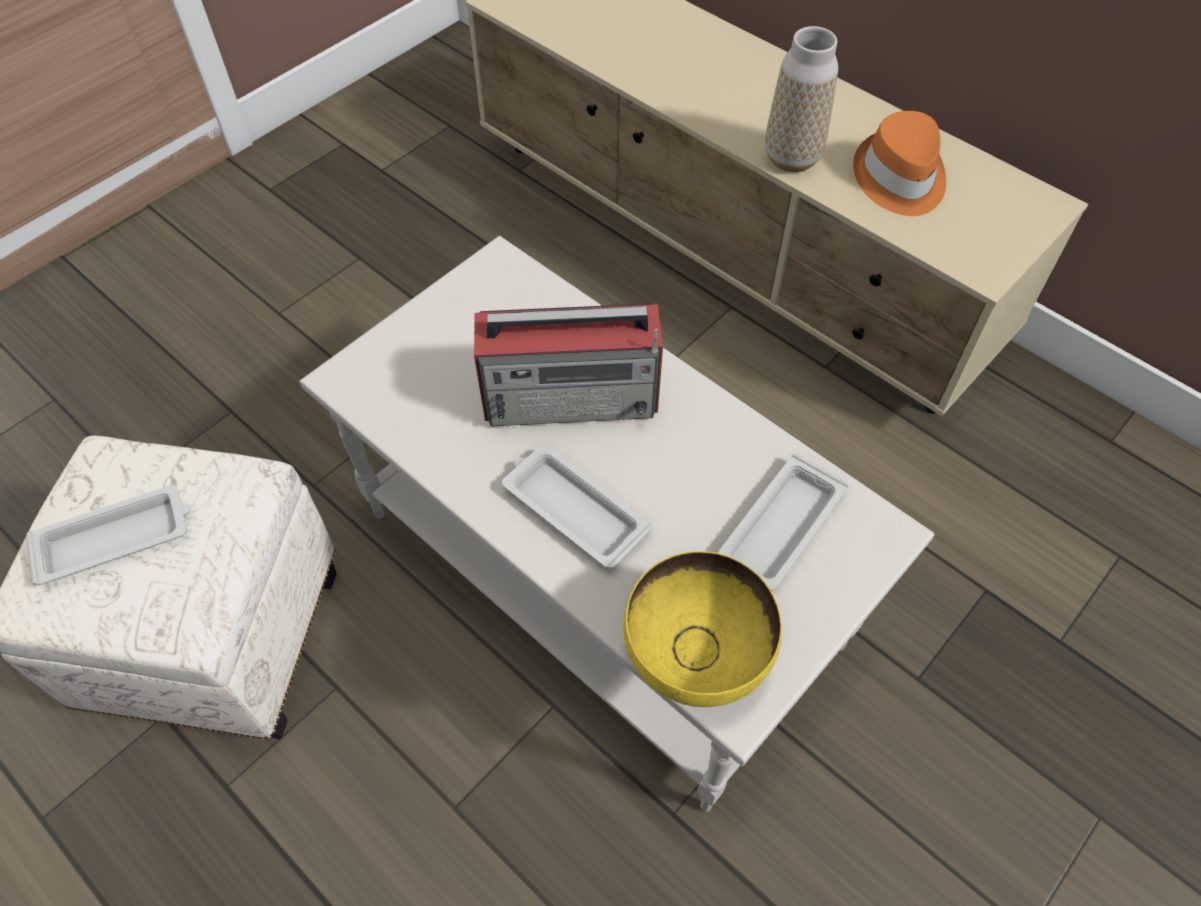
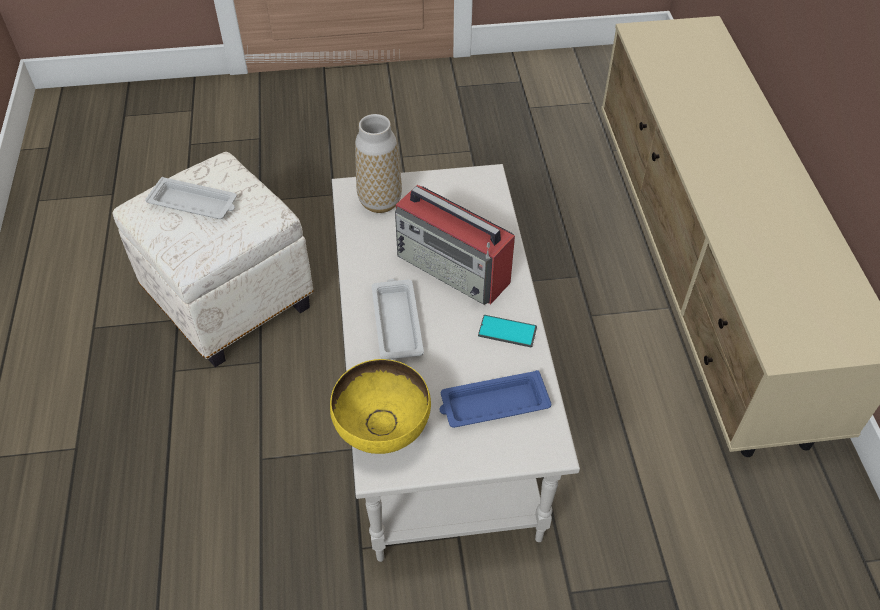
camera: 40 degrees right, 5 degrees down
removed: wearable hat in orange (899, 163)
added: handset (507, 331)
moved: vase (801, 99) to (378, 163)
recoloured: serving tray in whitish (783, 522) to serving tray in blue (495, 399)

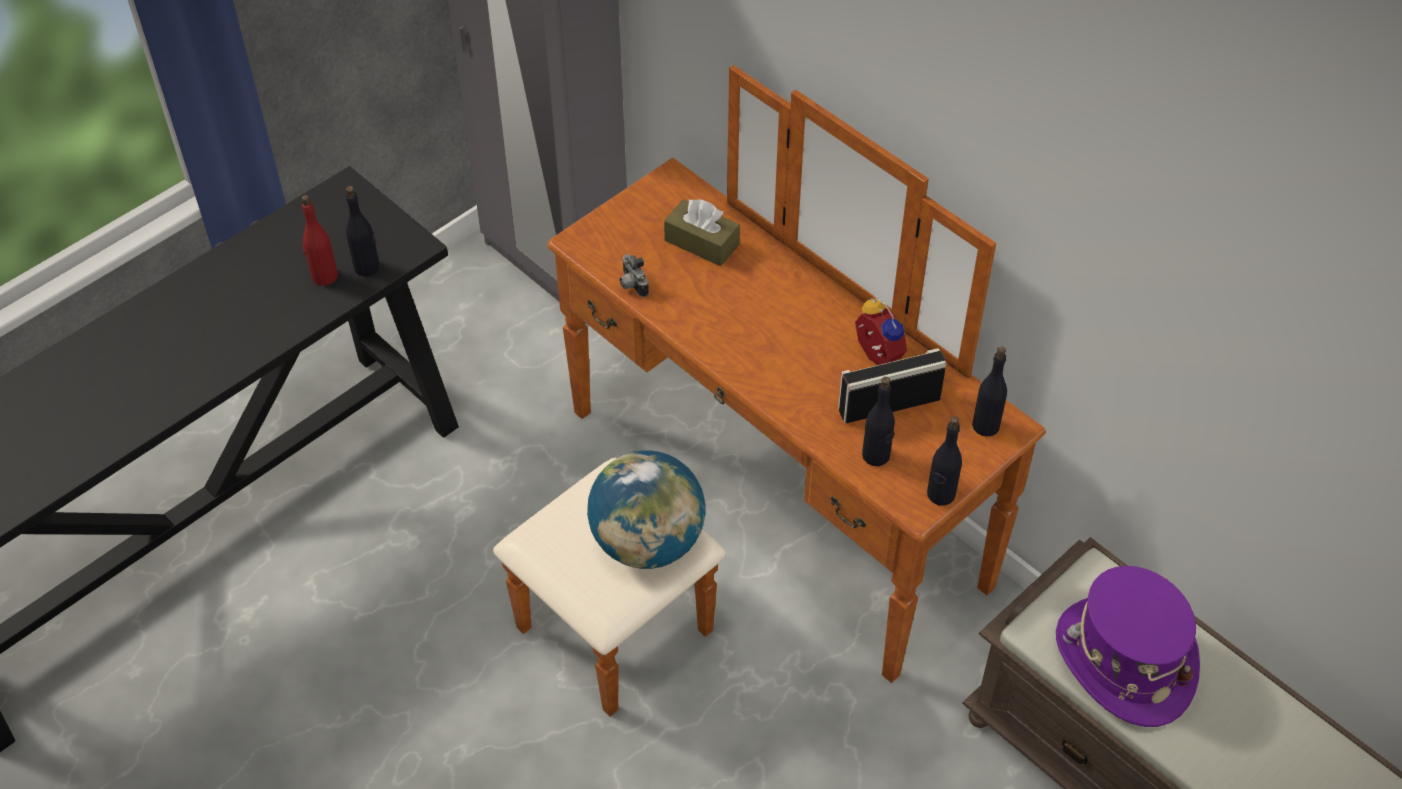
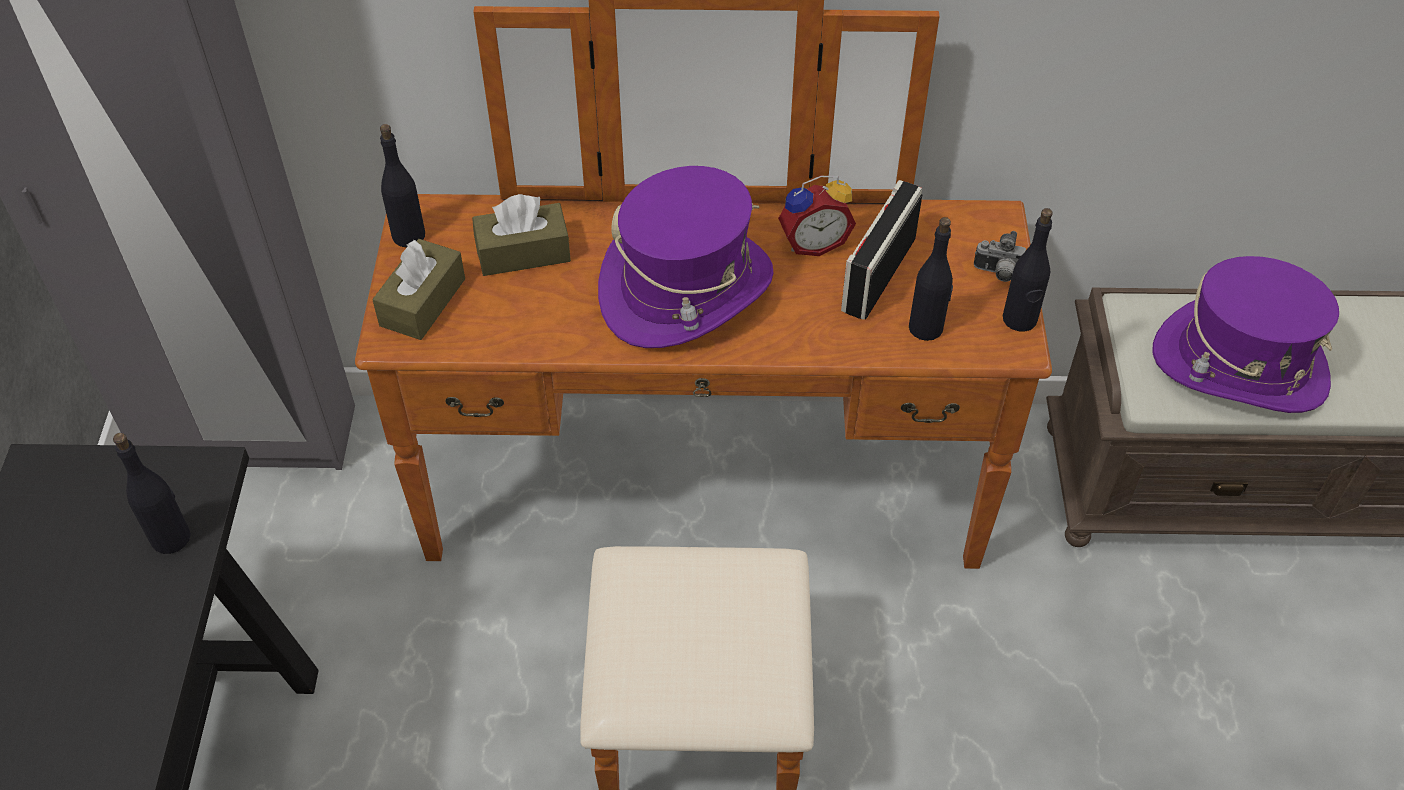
camera: 45 degrees left, 0 degrees up
removed: drink bottle in red-coloured (320, 240); world globe (646, 509)
added: wearable hat in purplish (685, 257); tissue holder in brown (418, 289)
moved: photo camera (634, 275) to (1000, 256); drink bottle in black-coloured (989, 391) to (402, 185)
turned: alarm clock (881, 331) = (817, 216) 150 degrees clockwise

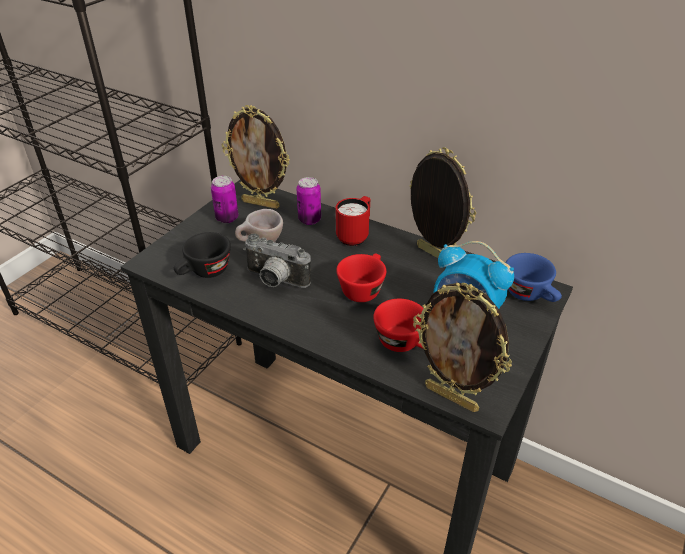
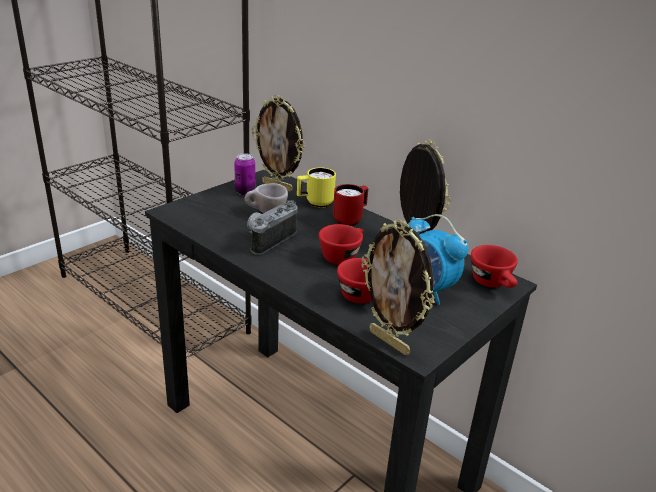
camera: 10 degrees right, 10 degrees down
removed: cup in black-coloured (202, 255)
replaced: can (308, 201) to tea mug in yellow (316, 187)
recoloured: cup in blue (534, 277) to cup in red-coloured (494, 266)
turned: photo camera (277, 260) = (272, 227) 90 degrees clockwise

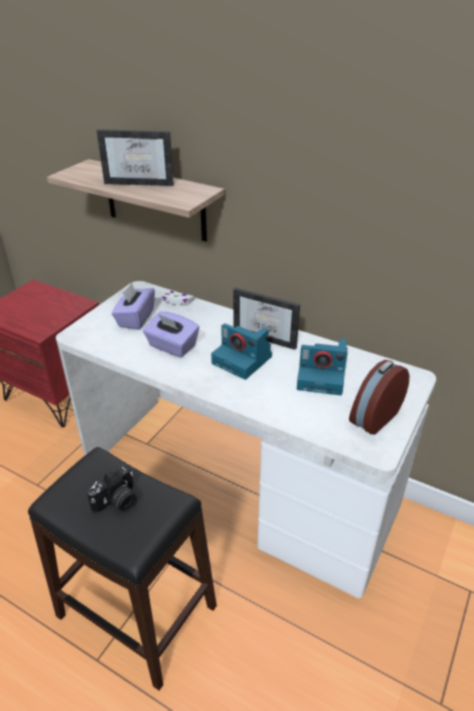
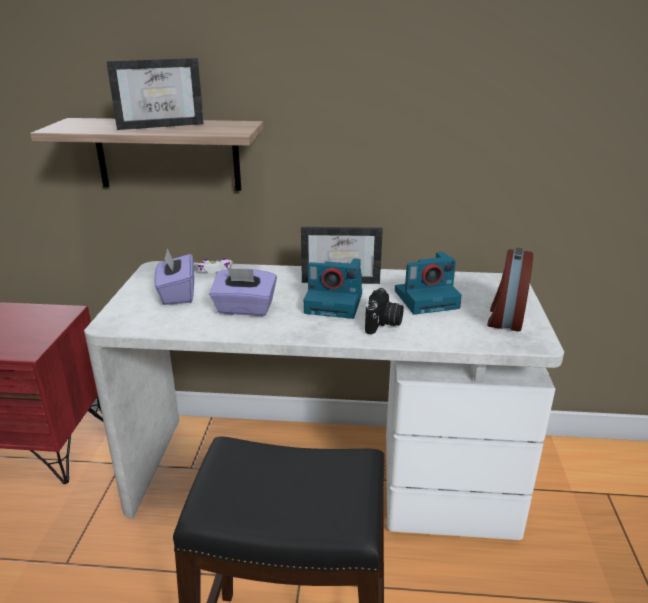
camera: 25 degrees left, 10 degrees down
moved: photo camera (112, 489) to (384, 311)

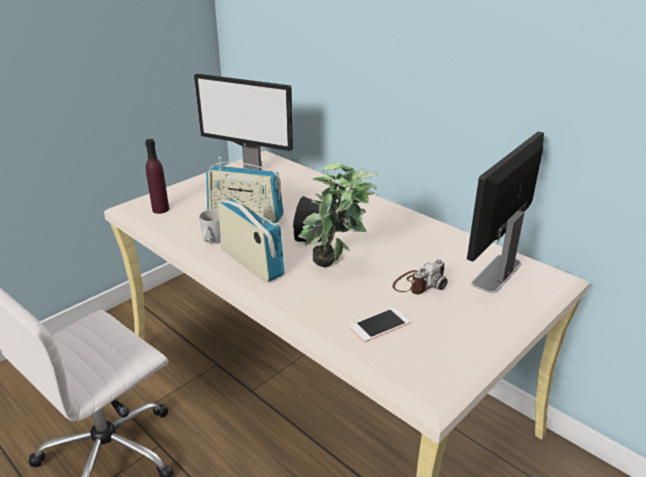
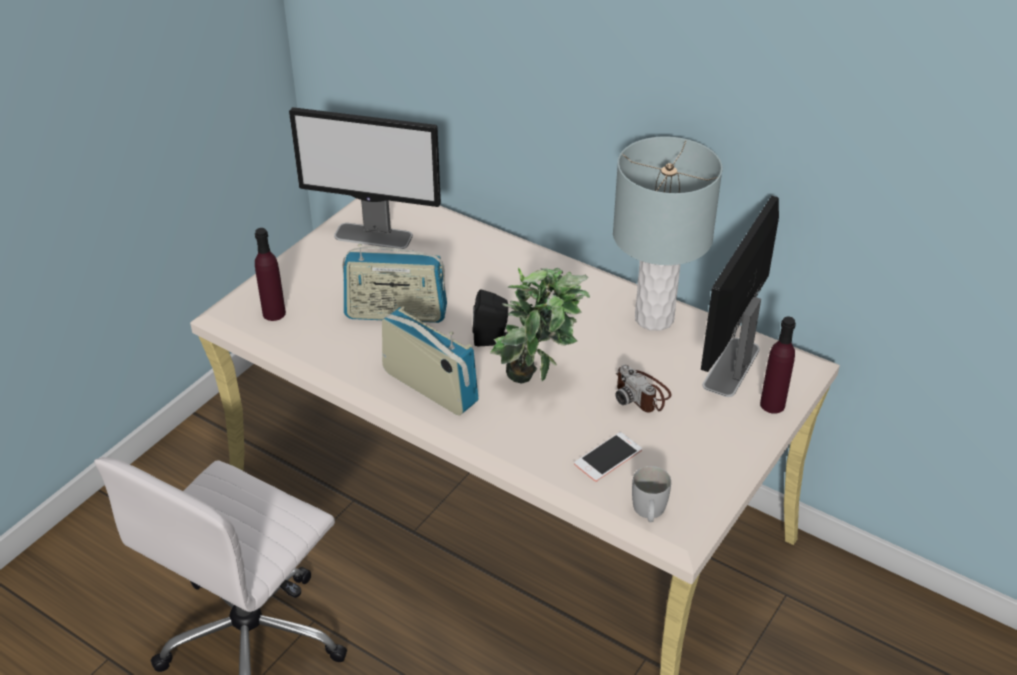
camera: 10 degrees left, 10 degrees up
added: lamp for a table in gray (668, 233); drink bottle in purplish (778, 365)
moved: tea mug in whitish (209, 226) to (651, 494)
turned: photo camera (420, 277) = (644, 388) 105 degrees clockwise

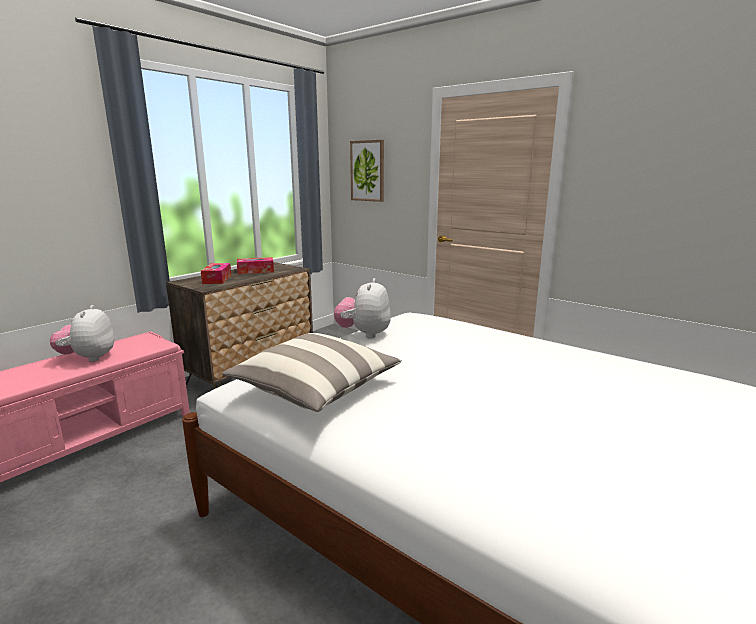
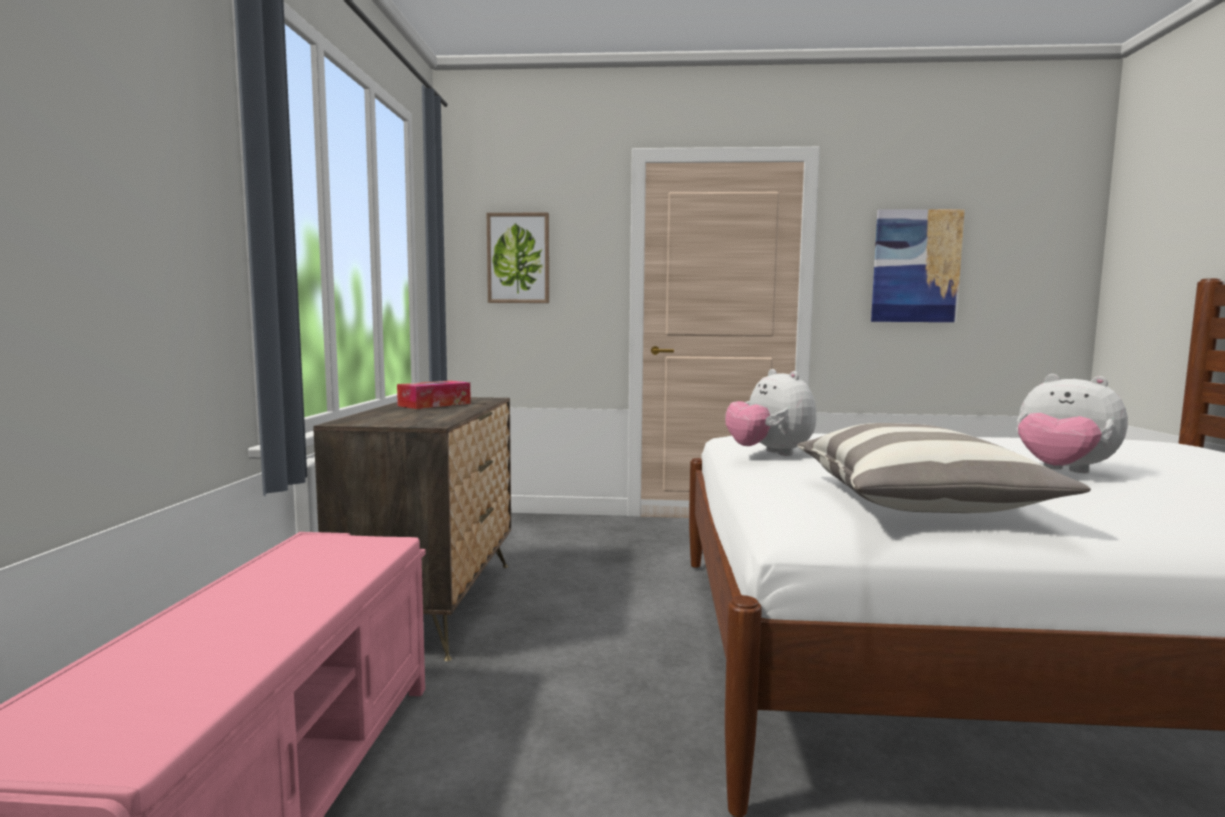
camera: 35 degrees left, 10 degrees down
removed: tissue holder (216, 273)
added: picture (918, 265)
moved: plush toy (81, 333) to (1072, 423)

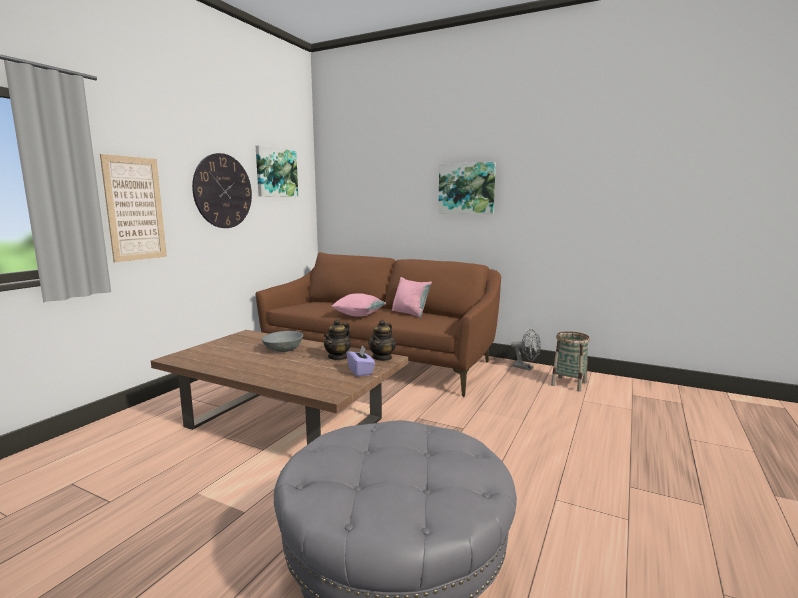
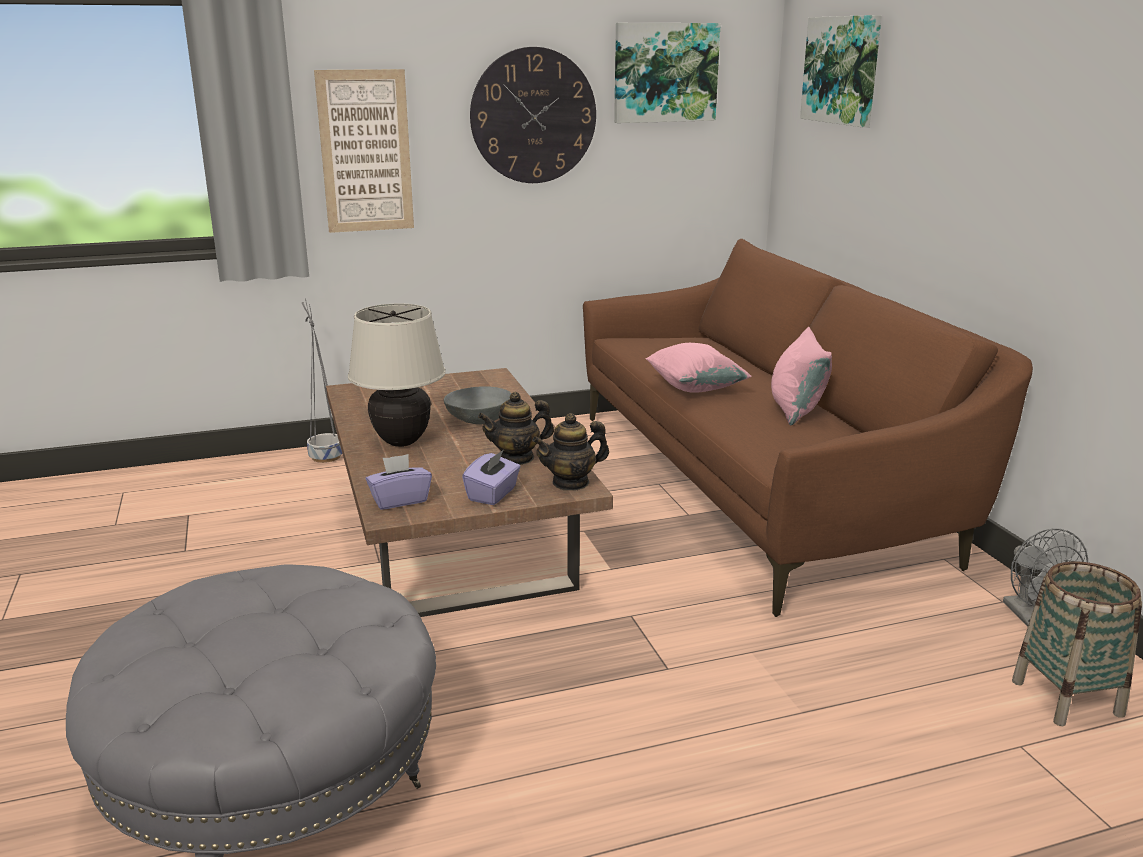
camera: 45 degrees right, 10 degrees up
added: planter in gray (322, 381); lamp for a table in sand-coloured (397, 375); tissue holder in purplish (399, 482)
moved: picture (467, 188) to (841, 71)

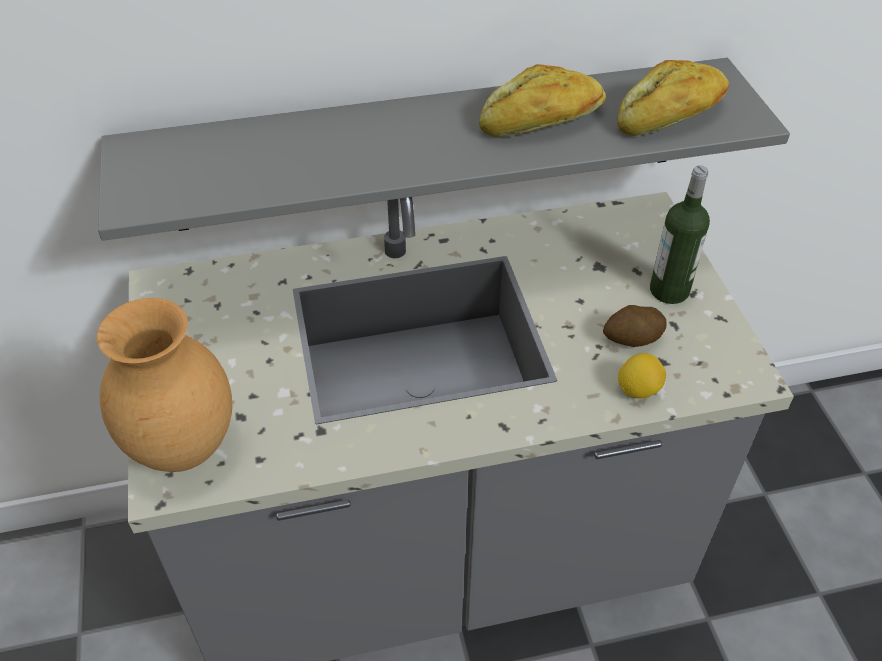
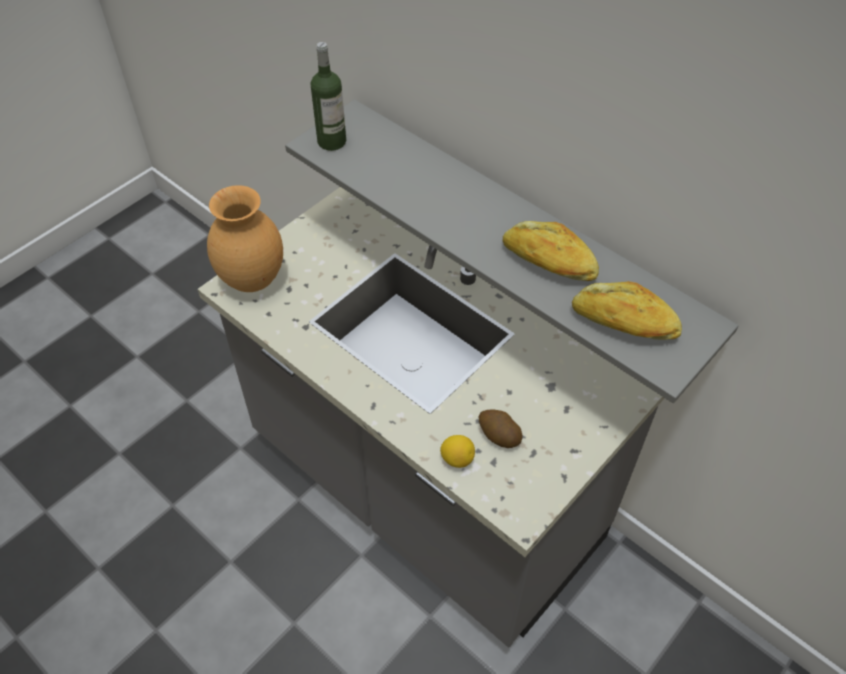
camera: 55 degrees right, 5 degrees up
moved: drink bottle (680, 234) to (328, 96)

